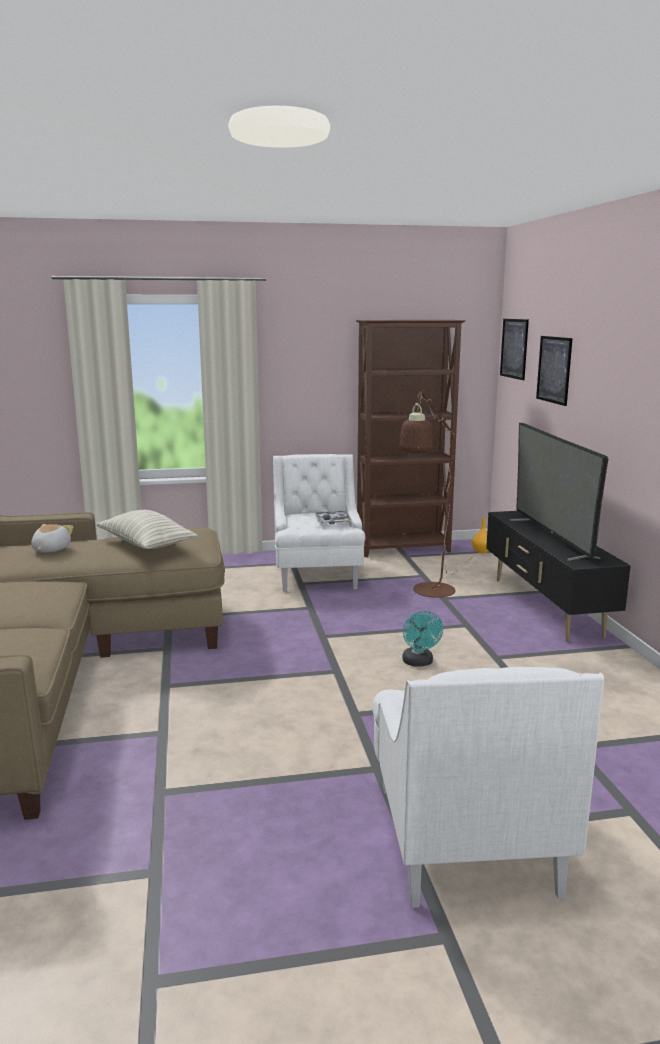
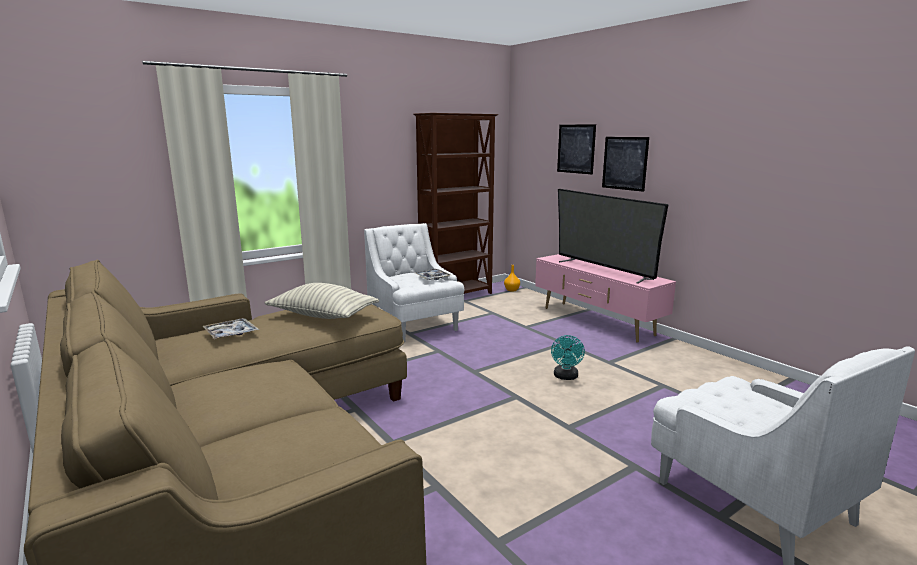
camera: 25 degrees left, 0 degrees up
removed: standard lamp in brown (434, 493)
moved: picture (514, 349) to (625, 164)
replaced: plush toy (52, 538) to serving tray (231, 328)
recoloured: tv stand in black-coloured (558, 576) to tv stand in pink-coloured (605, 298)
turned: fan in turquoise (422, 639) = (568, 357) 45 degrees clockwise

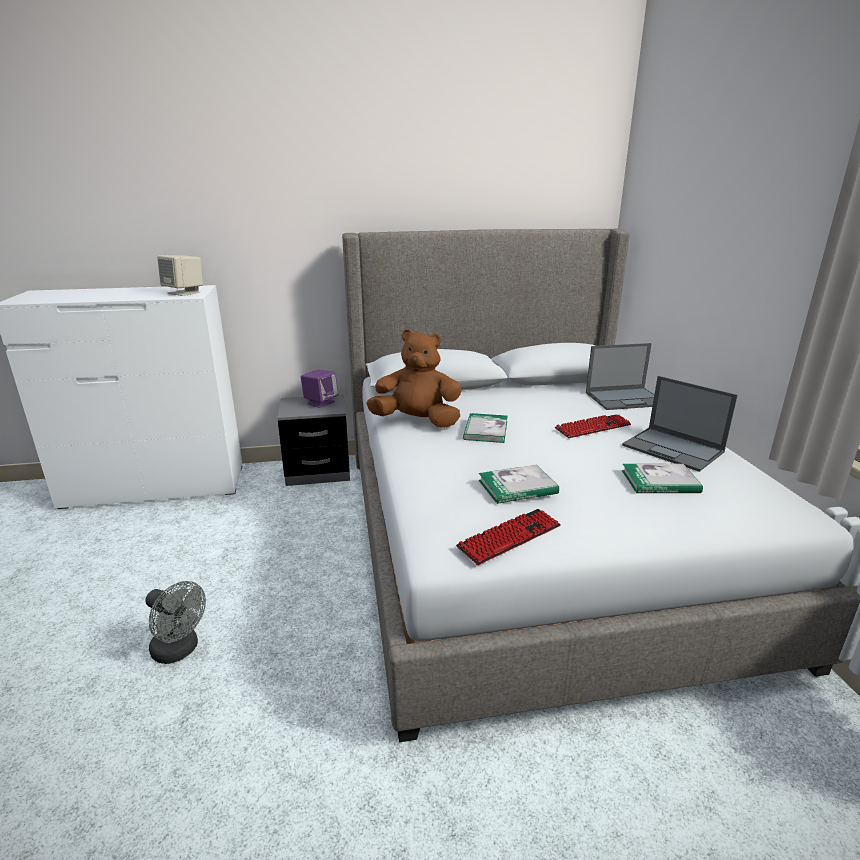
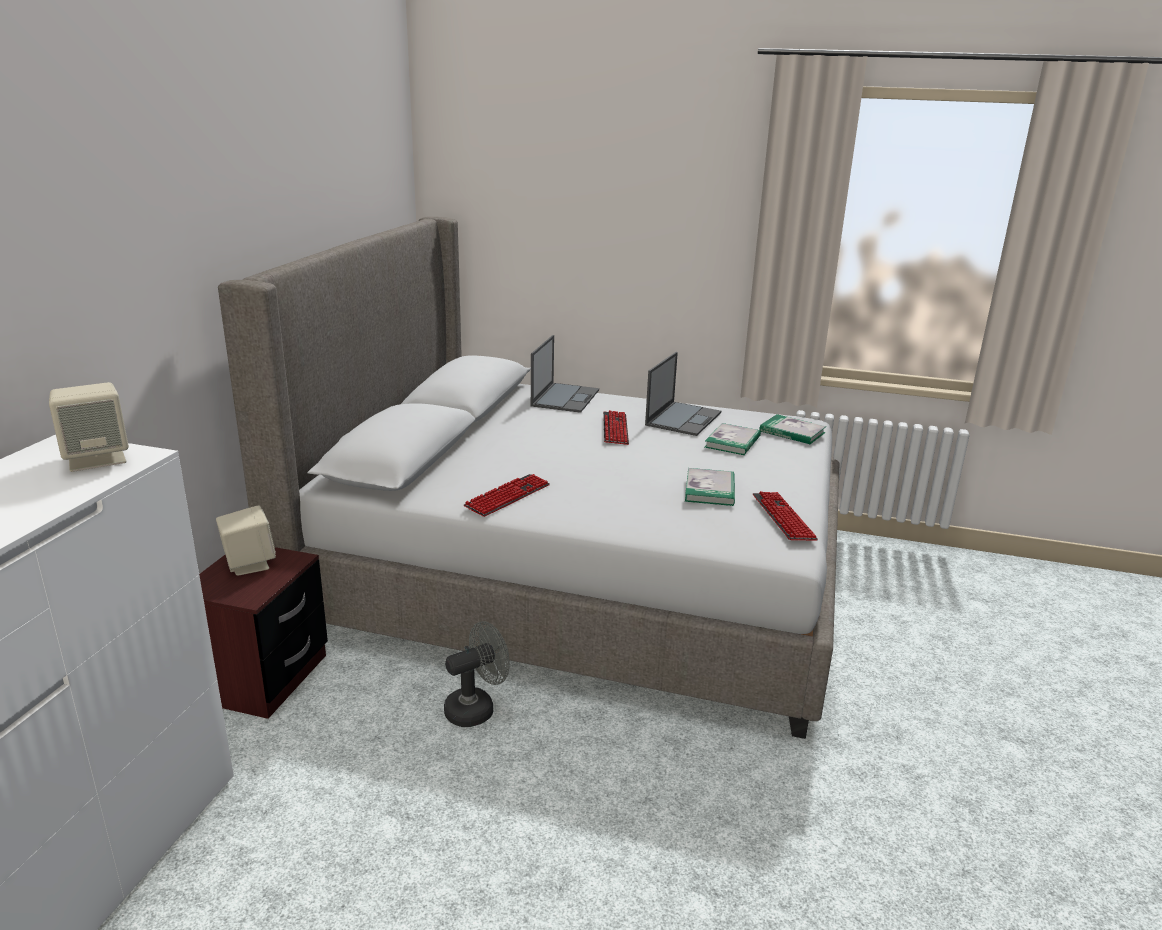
camera: 65 degrees left, 0 degrees up
moved: volume (485, 428) to (792, 429); fan in gray (175, 622) to (477, 674)
replaced: plush toy in brown (414, 378) to computer keyboard (507, 495)
recoloured: loudspeaker in purplish (320, 389) to loudspeaker in sand-coloured (246, 540); bedside table in gray (313, 440) to bedside table in brown (263, 633)
turned: portable computer (680, 424) = (683, 394) 45 degrees counterclockwise

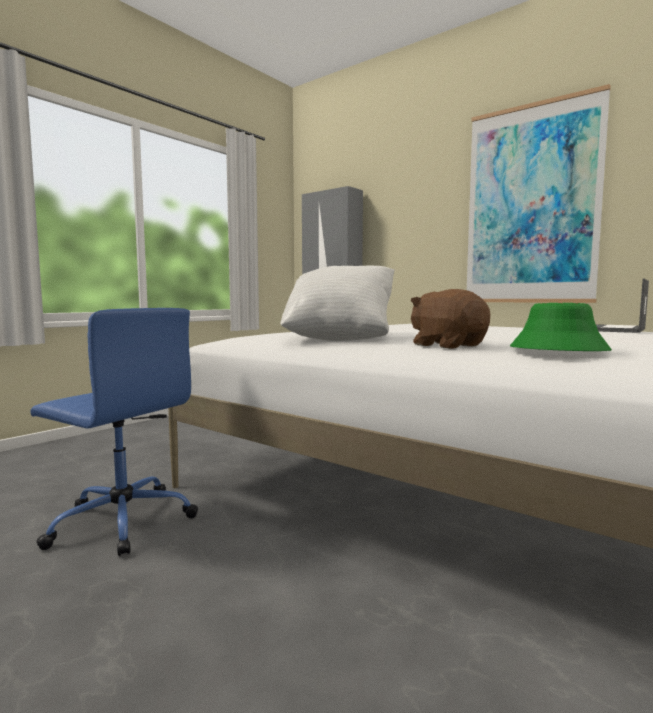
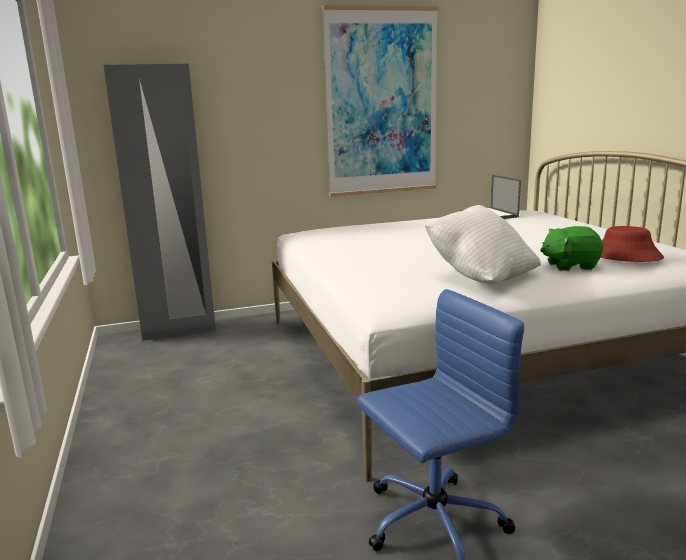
camera: 55 degrees left, 10 degrees up
recoloured: plush toy in brown (450, 319) to plush toy in green (571, 248); wearable hat in green (561, 327) to wearable hat in red-coloured (632, 244)

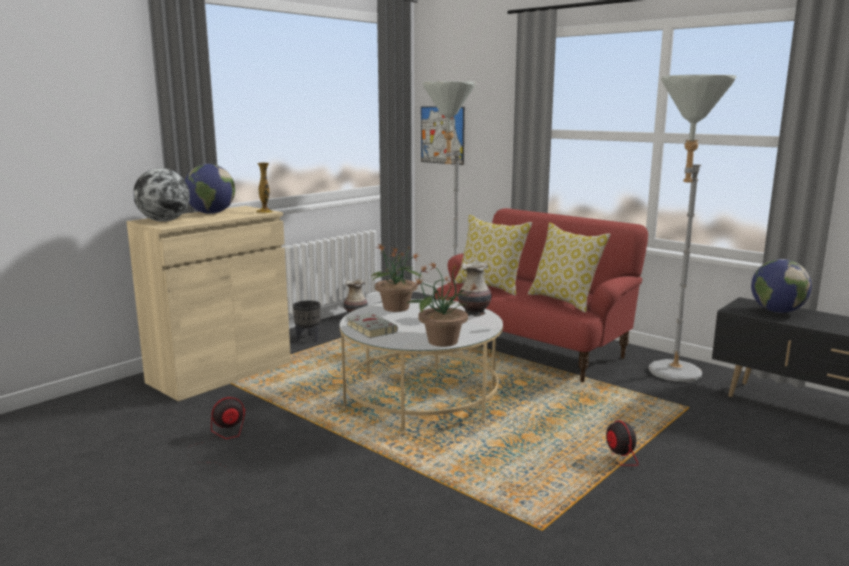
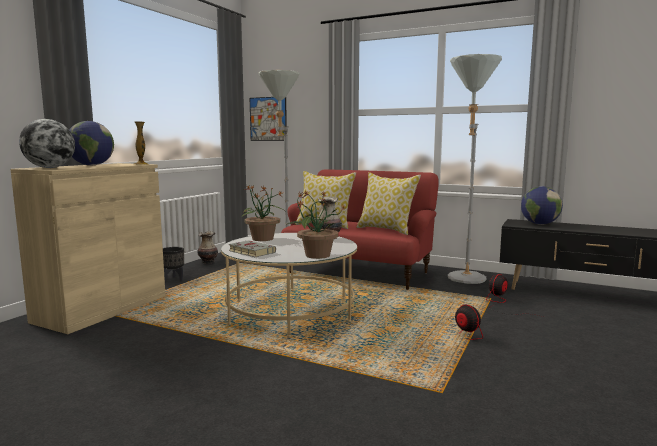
camera: 15 degrees left, 5 degrees down
moved: fan (215, 434) to (515, 295)

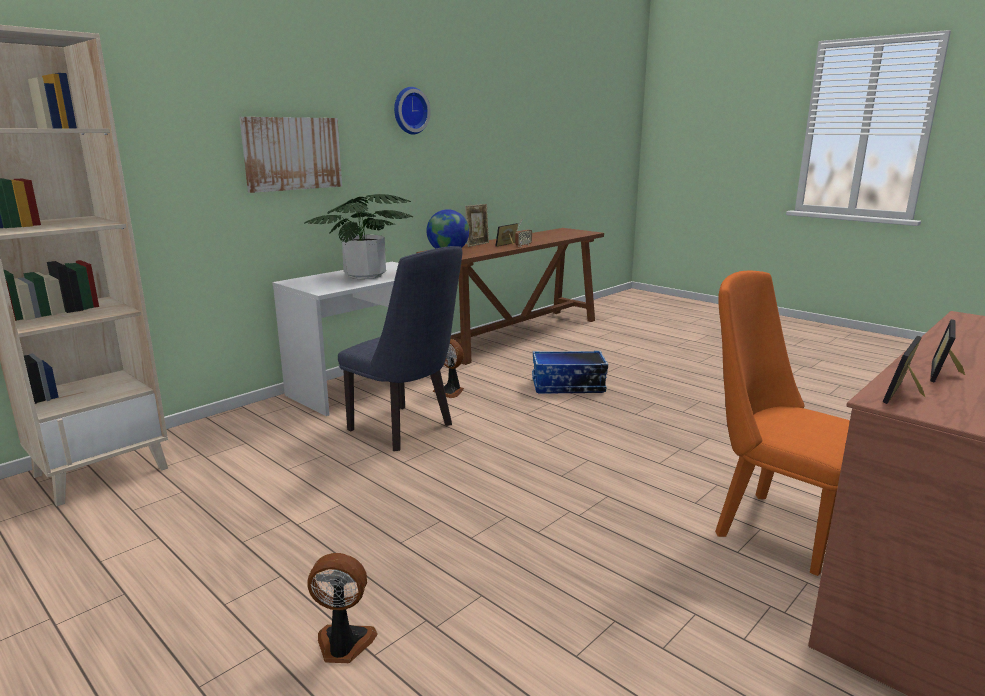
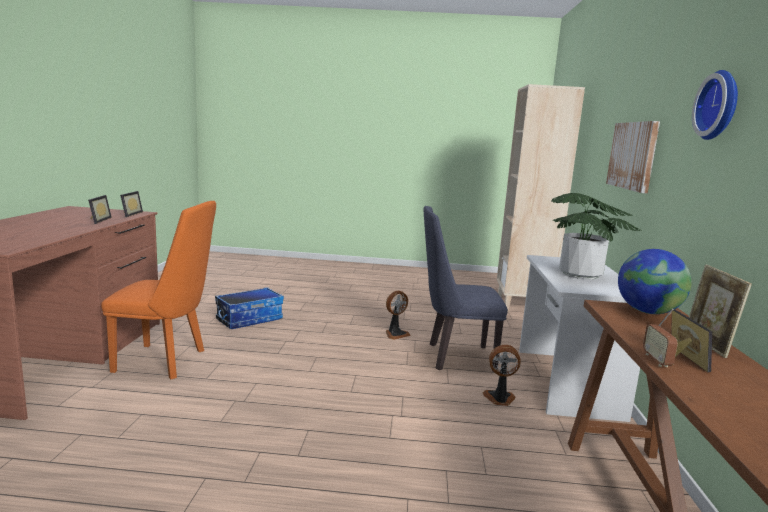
camera: 140 degrees right, 5 degrees down
moved: storage box (570, 372) to (249, 308); fan (342, 608) to (398, 315)

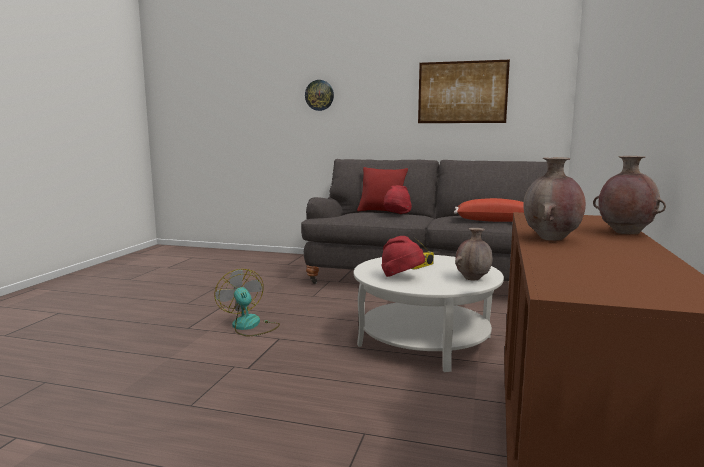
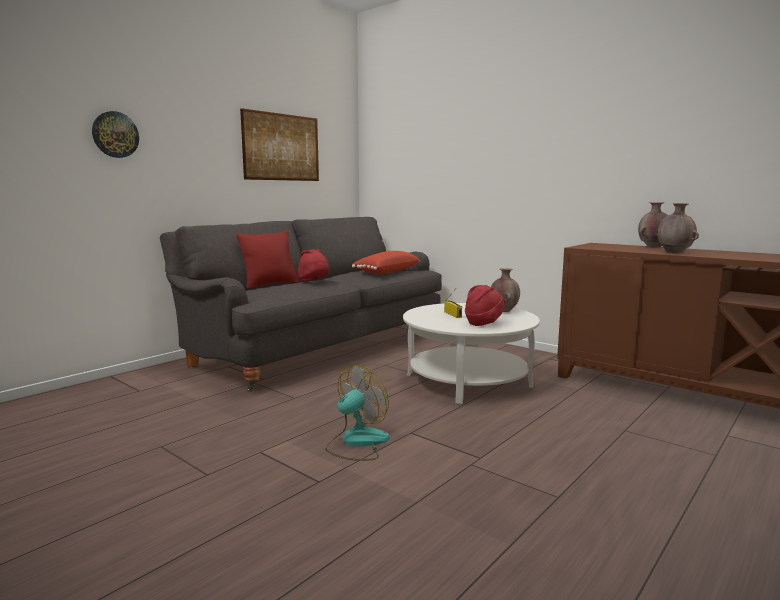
camera: 65 degrees left, 0 degrees up
turned: fan (247, 302) = (357, 413) 135 degrees clockwise

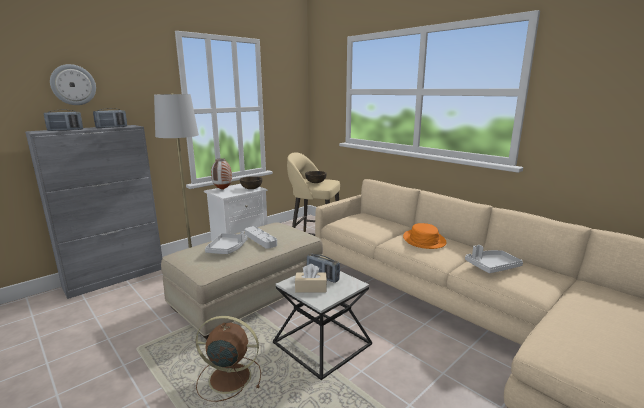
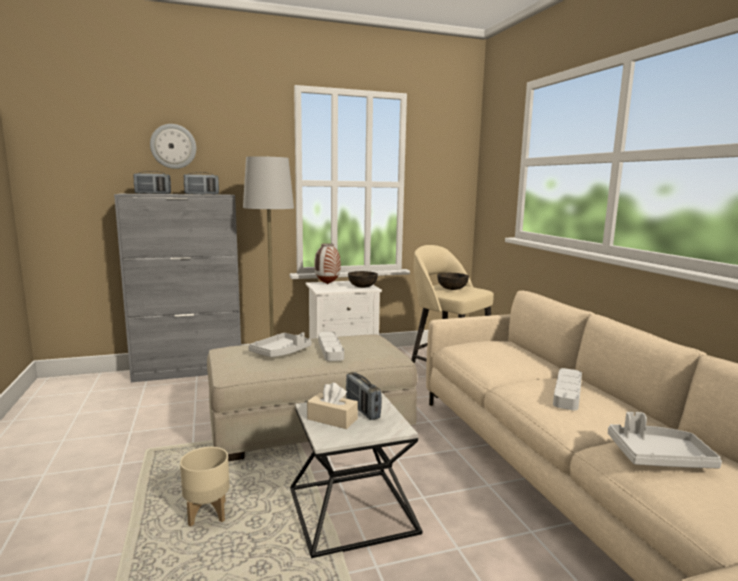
camera: 25 degrees right, 5 degrees down
replaced: wearable hat in orange (424, 236) to serving tray in gray (567, 389); fan in brown (228, 359) to planter in sand-coloured (205, 487)

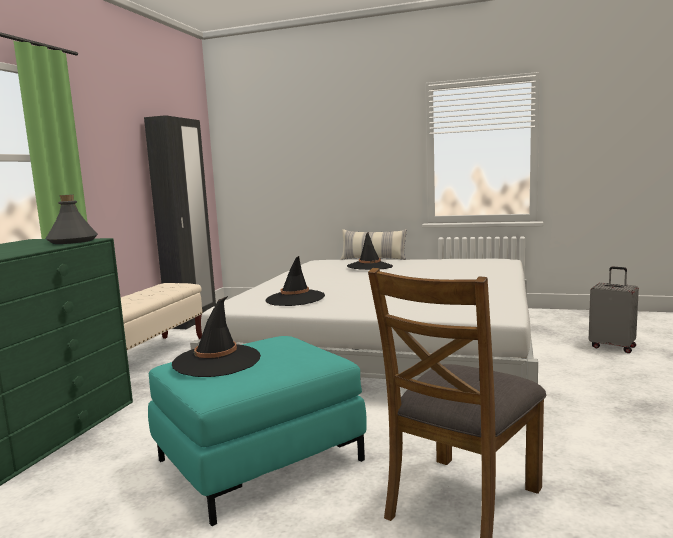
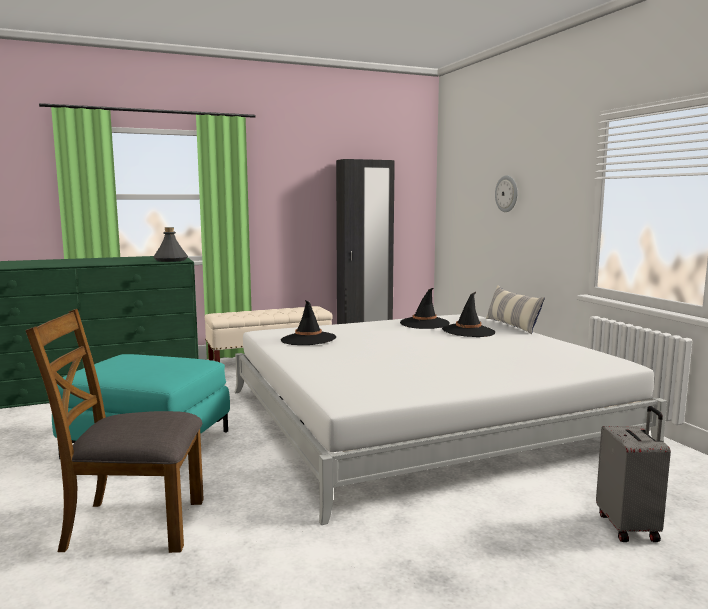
camera: 50 degrees right, 0 degrees up
added: clock on the wall (506, 193)
moved: wearable hat in black-coloured (216, 336) to (425, 308)

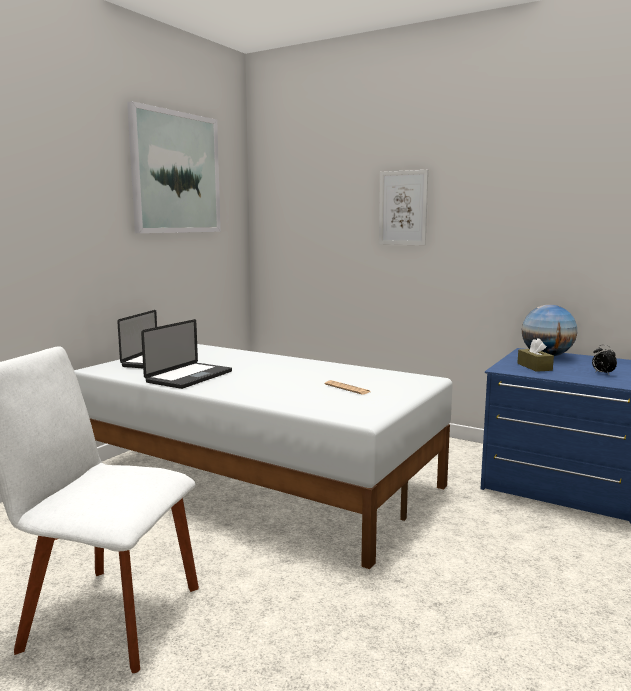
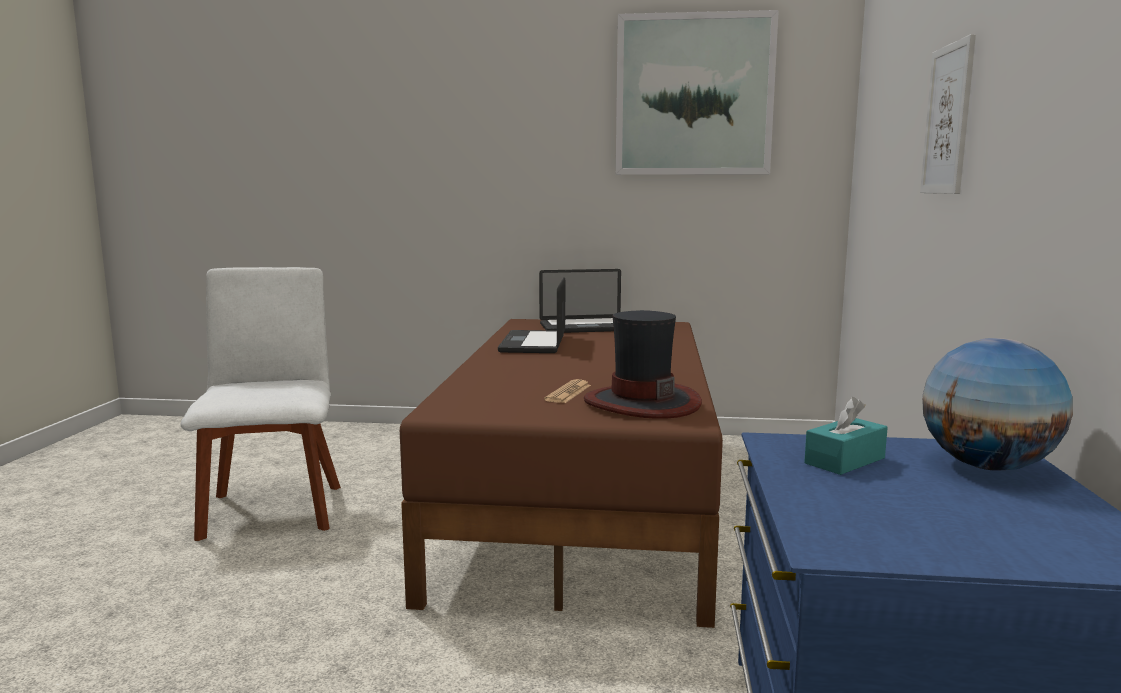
camera: 65 degrees right, 0 degrees up
removed: alarm clock (604, 359)
added: wearable hat (643, 364)
recoloured: tissue holder in brown (535, 355) to tissue holder in turquoise (846, 436); sleeping bed in whitish (263, 456) to sleeping bed in brown (561, 473)
turned: portable computer (186, 354) = (531, 315) 90 degrees clockwise

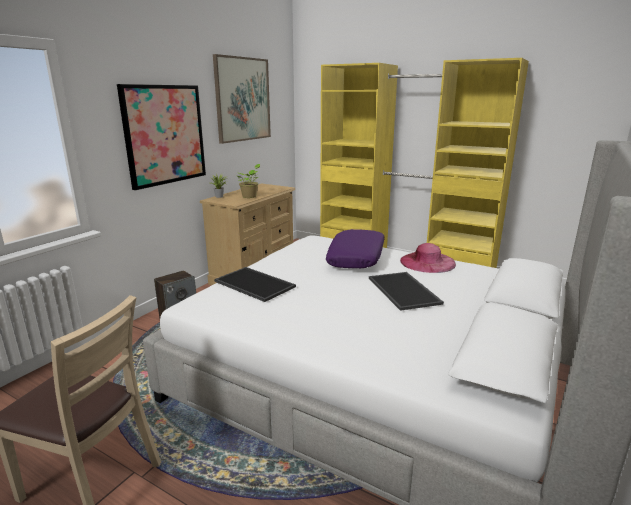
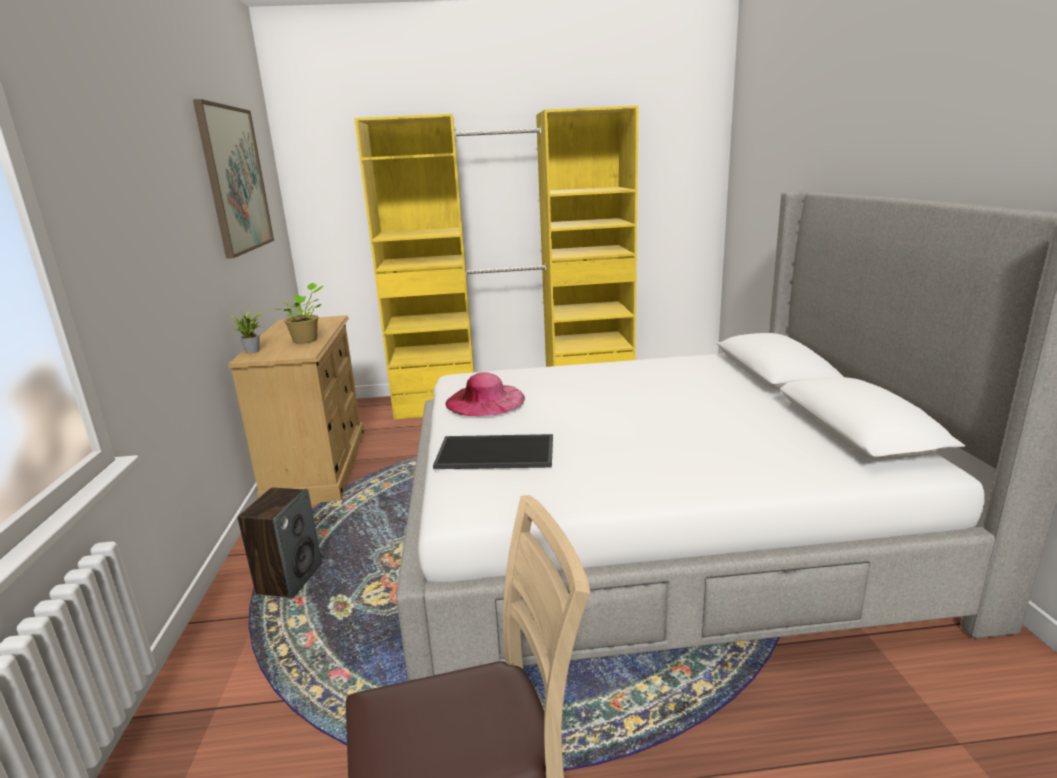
camera: 35 degrees left, 0 degrees up
removed: picture (161, 137); cushion in purplish (355, 248); serving tray (406, 291)
moved: wearable hat in pink-coloured (428, 258) to (485, 394)

